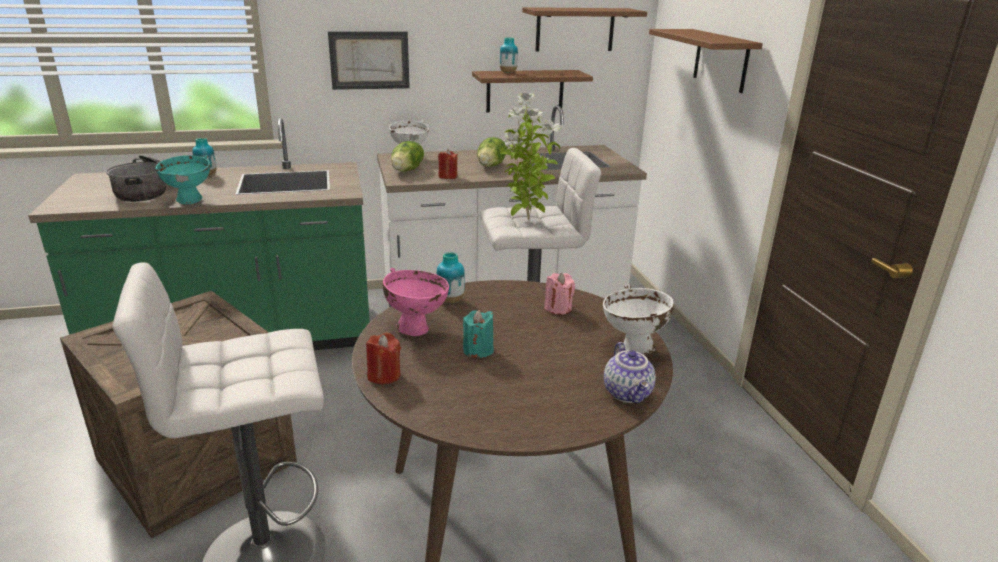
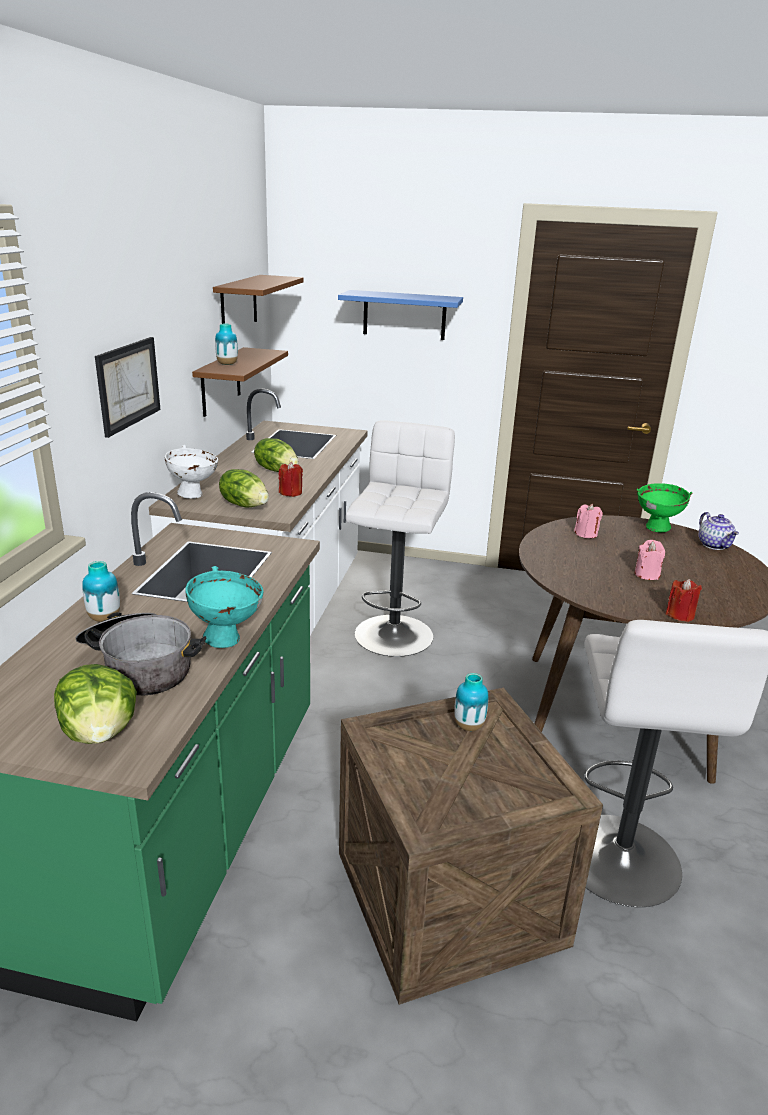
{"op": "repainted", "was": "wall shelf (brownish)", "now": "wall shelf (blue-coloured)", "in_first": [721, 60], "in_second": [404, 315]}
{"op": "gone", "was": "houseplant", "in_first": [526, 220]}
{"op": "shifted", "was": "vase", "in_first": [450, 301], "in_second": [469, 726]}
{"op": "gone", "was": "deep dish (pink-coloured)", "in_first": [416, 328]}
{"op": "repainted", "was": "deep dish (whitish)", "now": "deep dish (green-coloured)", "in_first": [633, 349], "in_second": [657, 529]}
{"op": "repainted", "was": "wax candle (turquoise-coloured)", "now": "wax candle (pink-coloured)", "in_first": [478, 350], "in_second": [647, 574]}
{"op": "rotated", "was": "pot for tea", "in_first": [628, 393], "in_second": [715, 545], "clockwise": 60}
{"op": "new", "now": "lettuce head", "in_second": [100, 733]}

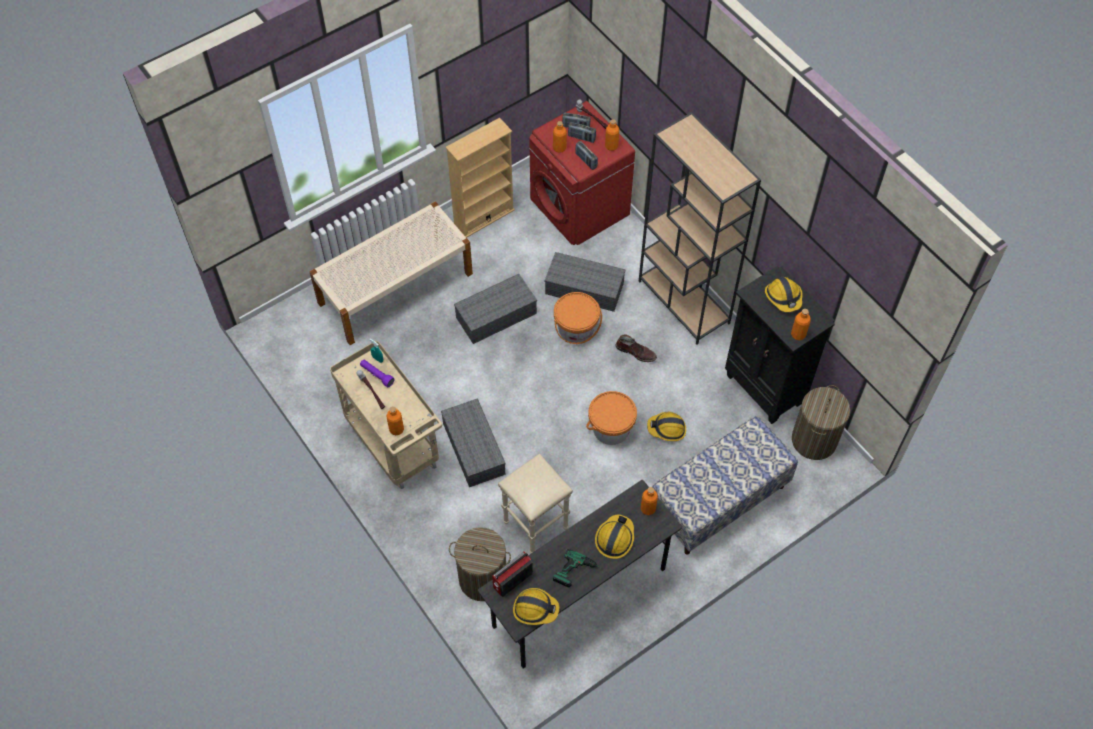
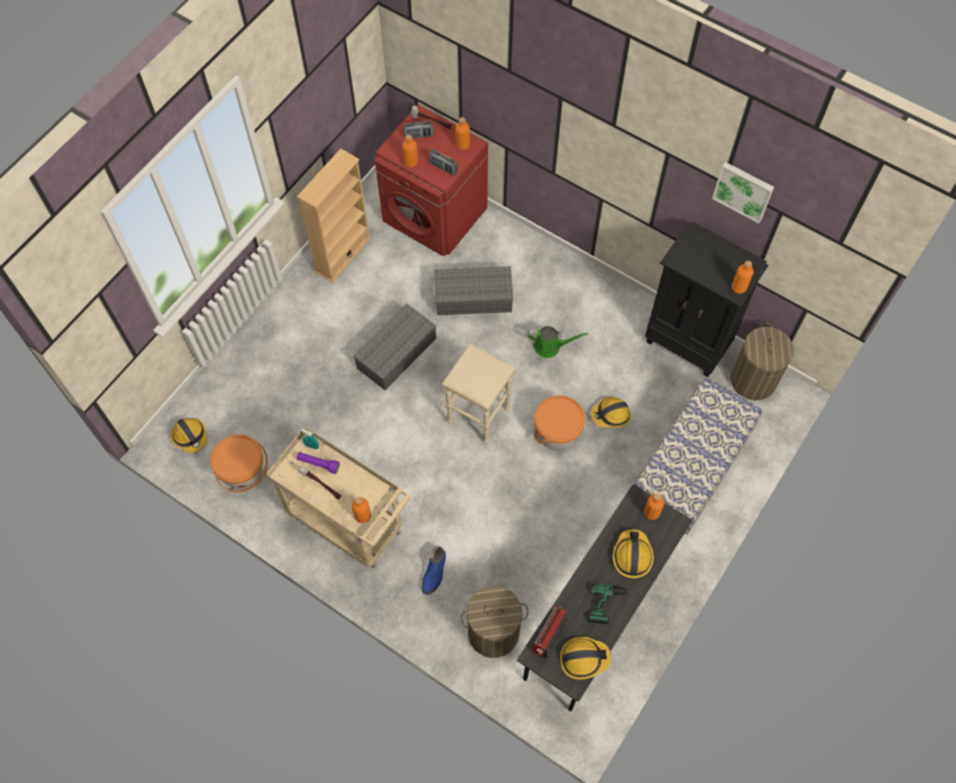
{"op": "gone", "was": "shelving unit", "in_first": [684, 302]}
{"op": "gone", "was": "radio", "in_first": [581, 137]}
{"op": "gone", "was": "indoor bench (sand-coloured)", "in_first": [395, 288]}
{"op": "shifted", "was": "hard hat", "in_first": [783, 297], "in_second": [190, 436]}
{"op": "shifted", "was": "bucket (orangey)", "in_first": [576, 329], "in_second": [243, 472]}
{"op": "swapped", "was": "high-top boot (brownish)", "now": "watering pot (green-coloured)", "in_first": [636, 352], "in_second": [550, 346]}
{"op": "gone", "was": "storage container (grey)", "in_first": [472, 448]}
{"op": "shifted", "was": "stool seat (sand-coloured)", "in_first": [536, 523], "in_second": [478, 413]}
{"op": "new", "now": "picture", "in_second": [743, 190]}
{"op": "new", "now": "high-top boot (blue-coloured)", "in_second": [434, 572]}

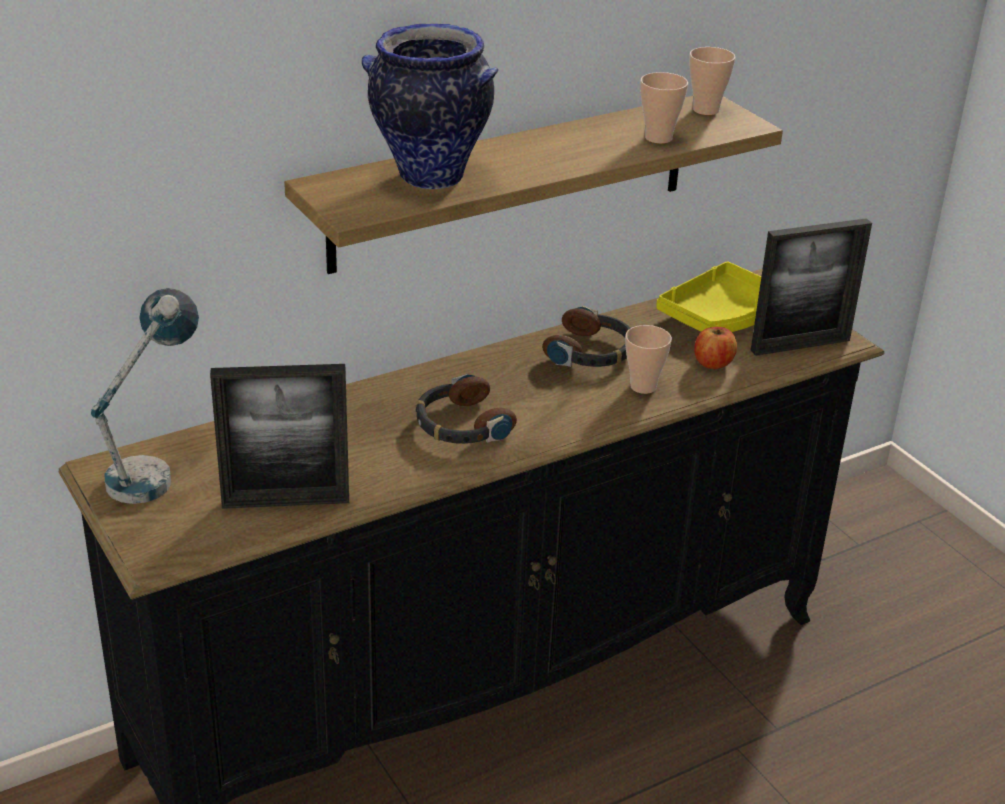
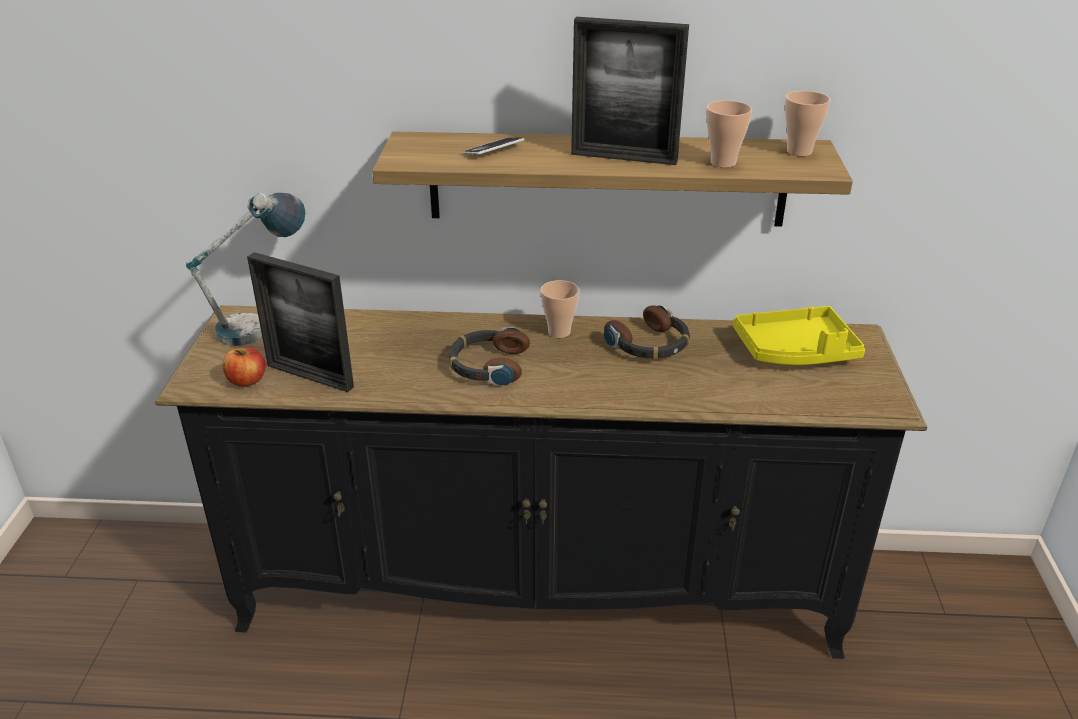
{"op": "swapped", "was": "vase", "now": "telephone", "in_first": [429, 177], "in_second": [493, 150]}
{"op": "shifted", "was": "photo frame", "in_first": [800, 345], "in_second": [624, 157]}
{"op": "shifted", "was": "small cup", "in_first": [643, 386], "in_second": [559, 332]}
{"op": "shifted", "was": "apple", "in_first": [713, 363], "in_second": [247, 380]}

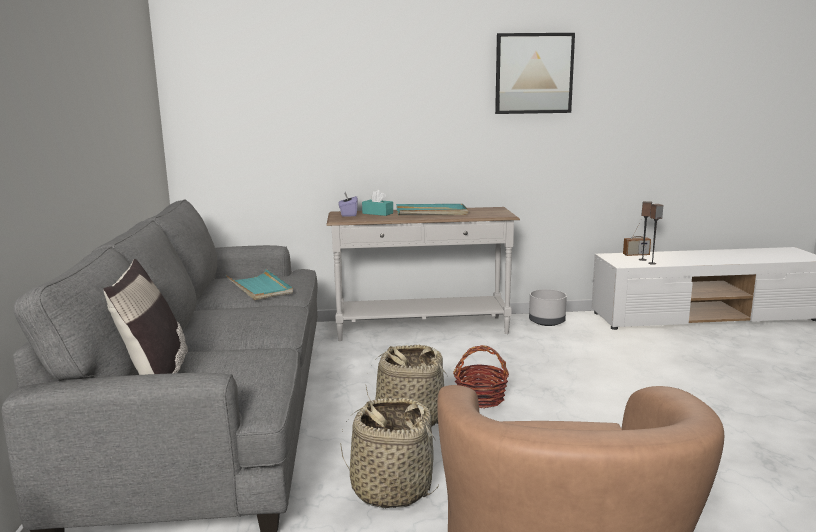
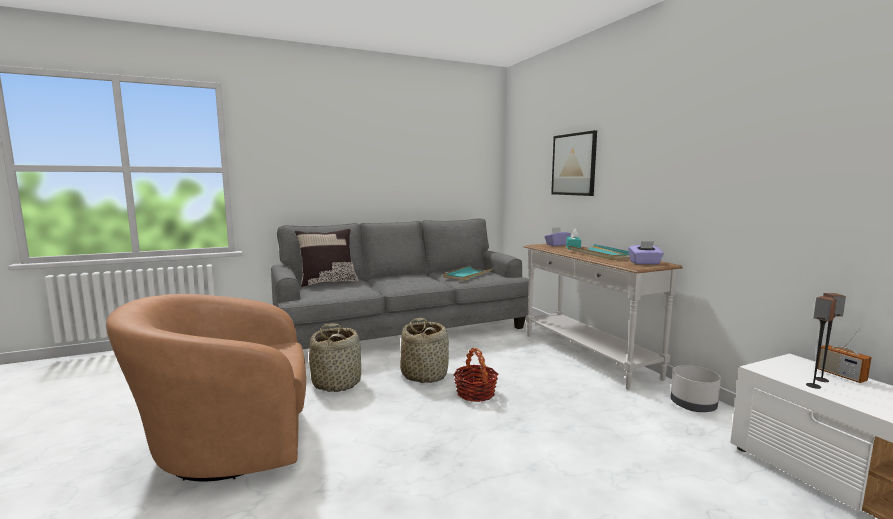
{"op": "shifted", "was": "picture", "in_first": [534, 73], "in_second": [573, 164]}
{"op": "new", "now": "box of tissues (purple-coloured)", "in_second": [644, 263]}

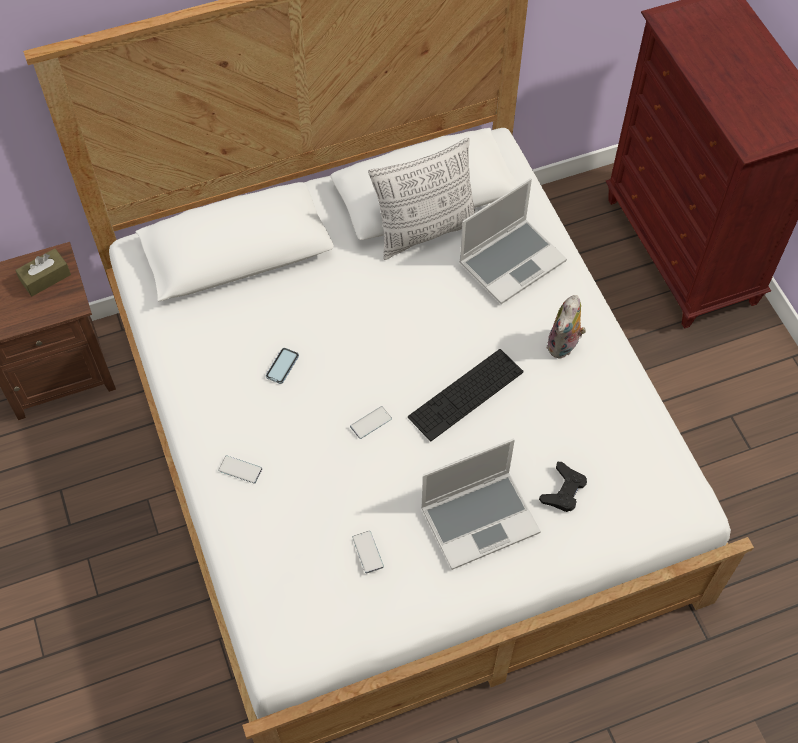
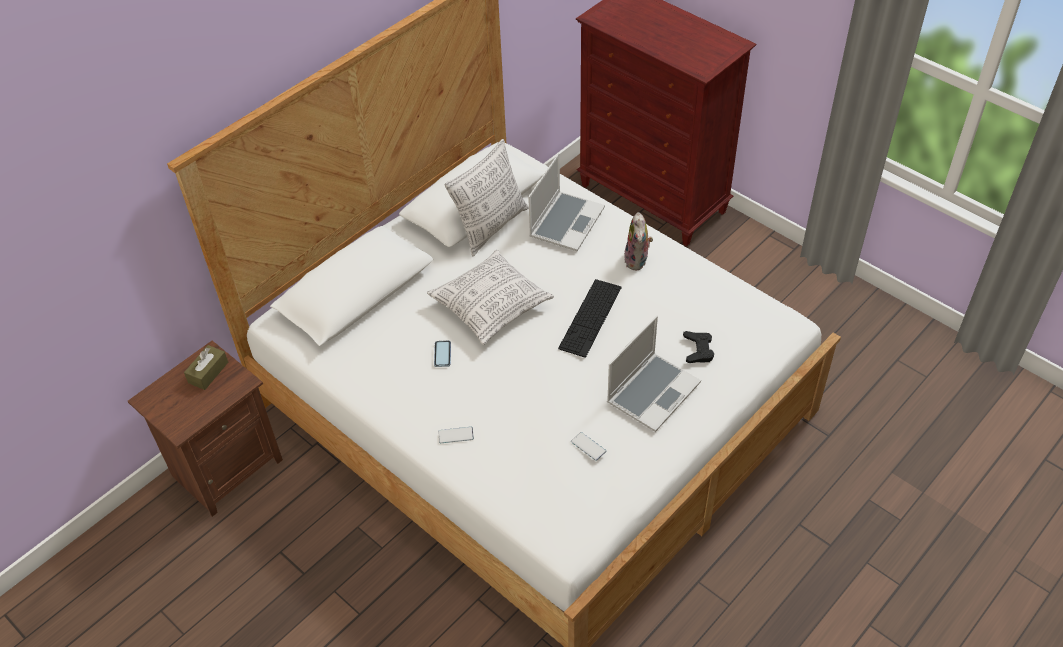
{"op": "gone", "was": "telephone", "in_first": [370, 422]}
{"op": "new", "now": "cushion", "in_second": [491, 306]}

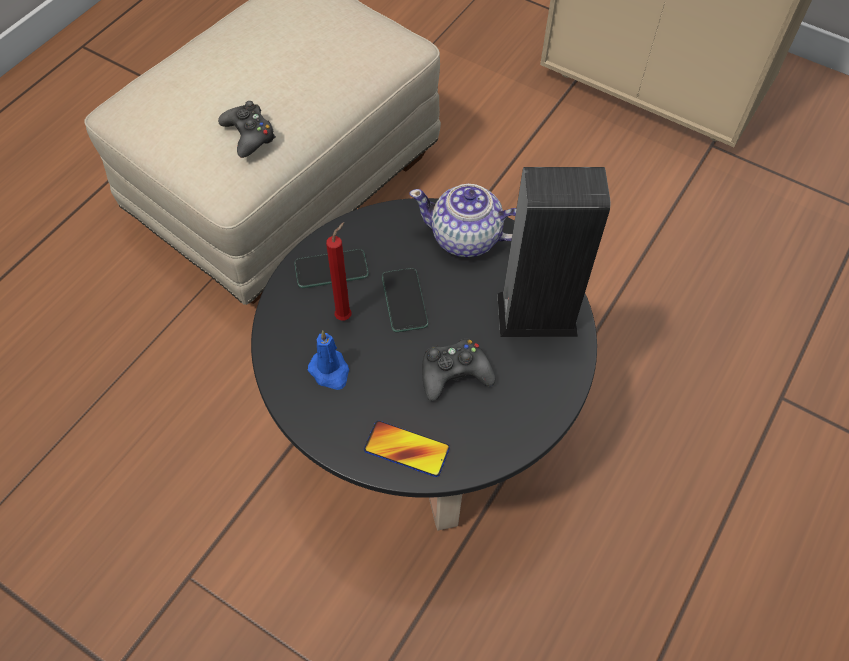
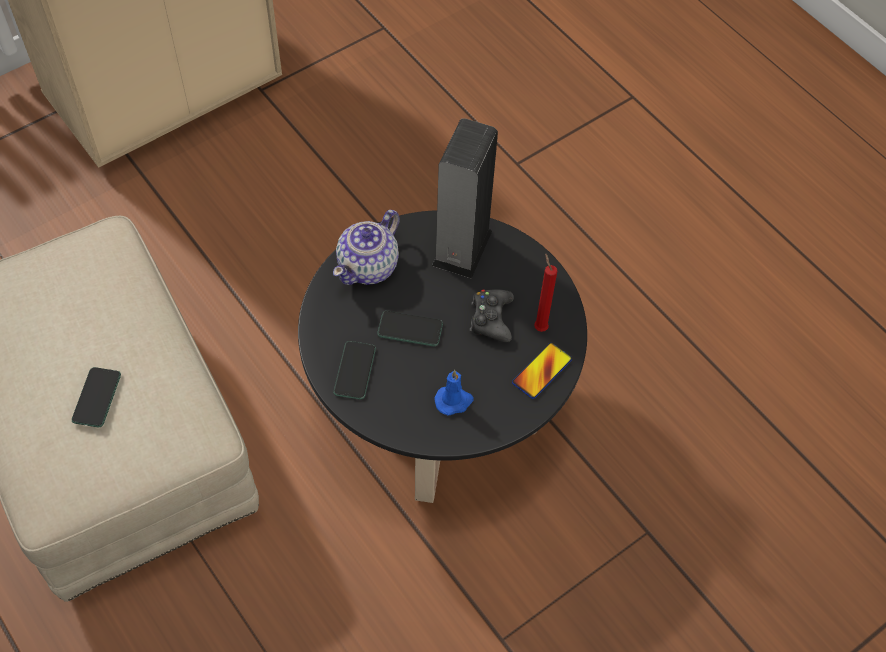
{"op": "gone", "was": "joypad (black-coloured)", "in_first": [249, 135]}
{"op": "shifted", "was": "wax candle (red)", "in_first": [345, 315], "in_second": [539, 326]}
{"op": "new", "now": "telephone", "in_second": [97, 398]}

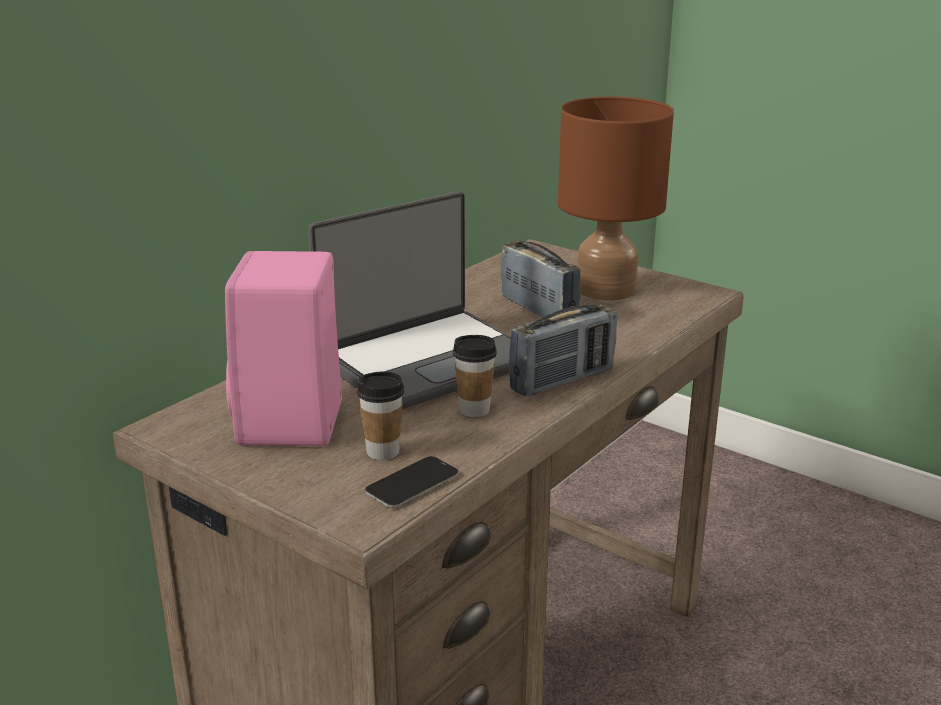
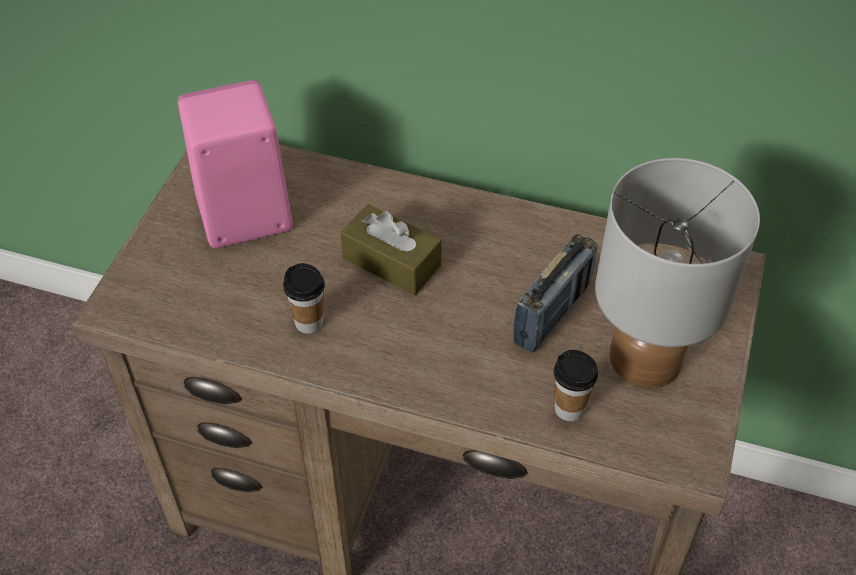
{"op": "repainted", "was": "table lamp (brownish)", "now": "table lamp (grey)", "in_first": [606, 289], "in_second": [646, 360]}
{"op": "swapped", "was": "laptop", "now": "box of tissues (brownish)", "in_first": [427, 361], "in_second": [391, 262]}
{"op": "gone", "was": "radio", "in_first": [562, 380]}
{"op": "shifted", "was": "small cup", "in_first": [383, 451], "in_second": [569, 408]}
{"op": "gone", "was": "telephone", "in_first": [412, 484]}

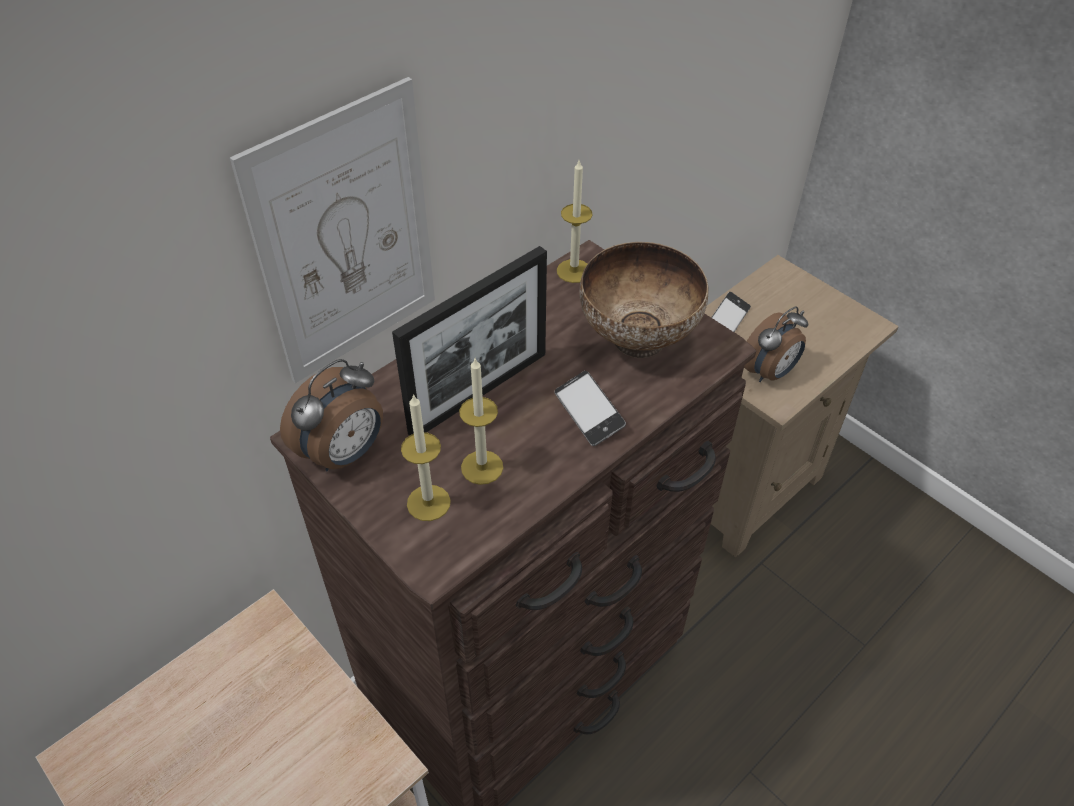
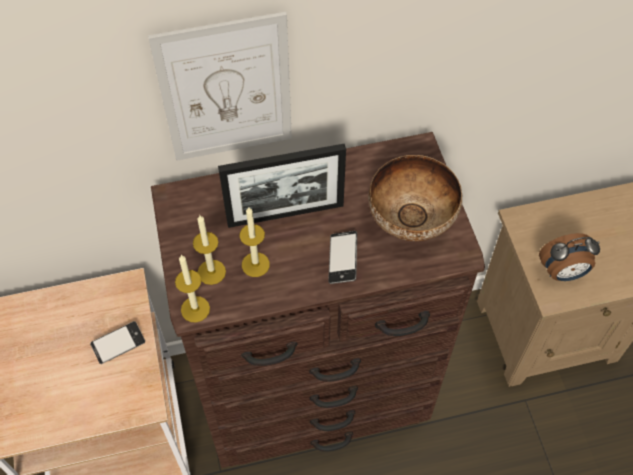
{"op": "shifted", "was": "wax candle", "in_first": [574, 271], "in_second": [195, 309]}
{"op": "shifted", "was": "telephone", "in_first": [728, 318], "in_second": [118, 344]}
{"op": "gone", "was": "alarm clock", "in_first": [344, 453]}

